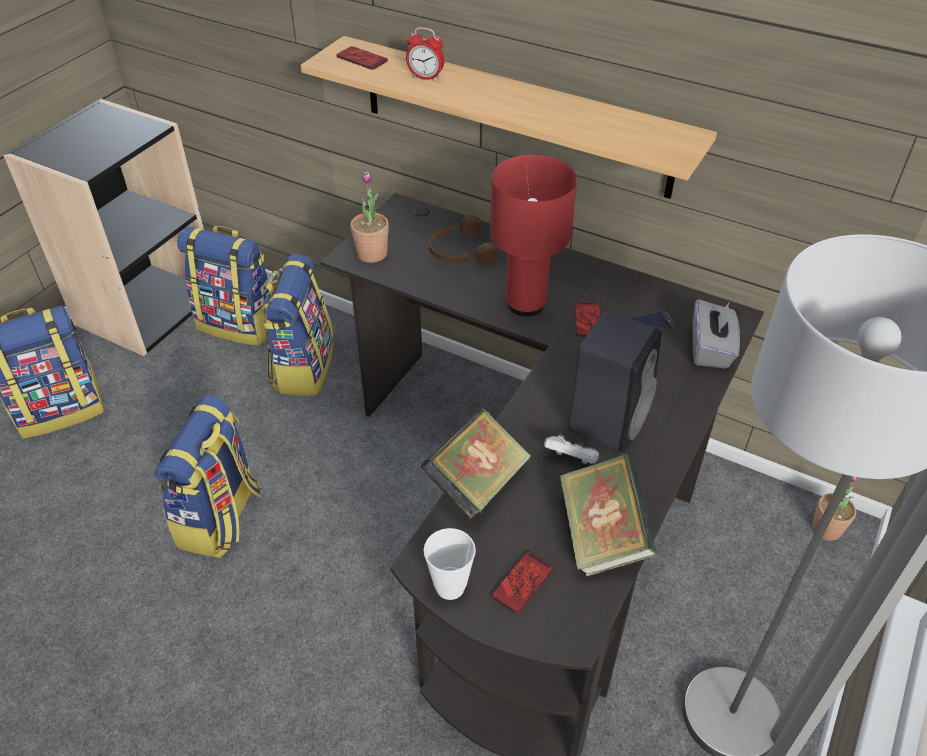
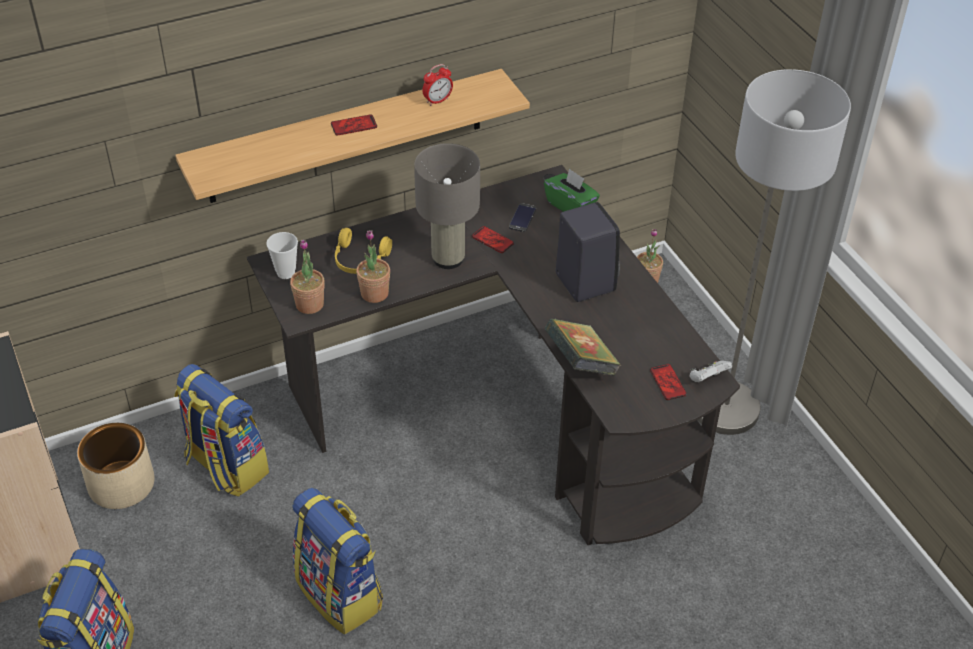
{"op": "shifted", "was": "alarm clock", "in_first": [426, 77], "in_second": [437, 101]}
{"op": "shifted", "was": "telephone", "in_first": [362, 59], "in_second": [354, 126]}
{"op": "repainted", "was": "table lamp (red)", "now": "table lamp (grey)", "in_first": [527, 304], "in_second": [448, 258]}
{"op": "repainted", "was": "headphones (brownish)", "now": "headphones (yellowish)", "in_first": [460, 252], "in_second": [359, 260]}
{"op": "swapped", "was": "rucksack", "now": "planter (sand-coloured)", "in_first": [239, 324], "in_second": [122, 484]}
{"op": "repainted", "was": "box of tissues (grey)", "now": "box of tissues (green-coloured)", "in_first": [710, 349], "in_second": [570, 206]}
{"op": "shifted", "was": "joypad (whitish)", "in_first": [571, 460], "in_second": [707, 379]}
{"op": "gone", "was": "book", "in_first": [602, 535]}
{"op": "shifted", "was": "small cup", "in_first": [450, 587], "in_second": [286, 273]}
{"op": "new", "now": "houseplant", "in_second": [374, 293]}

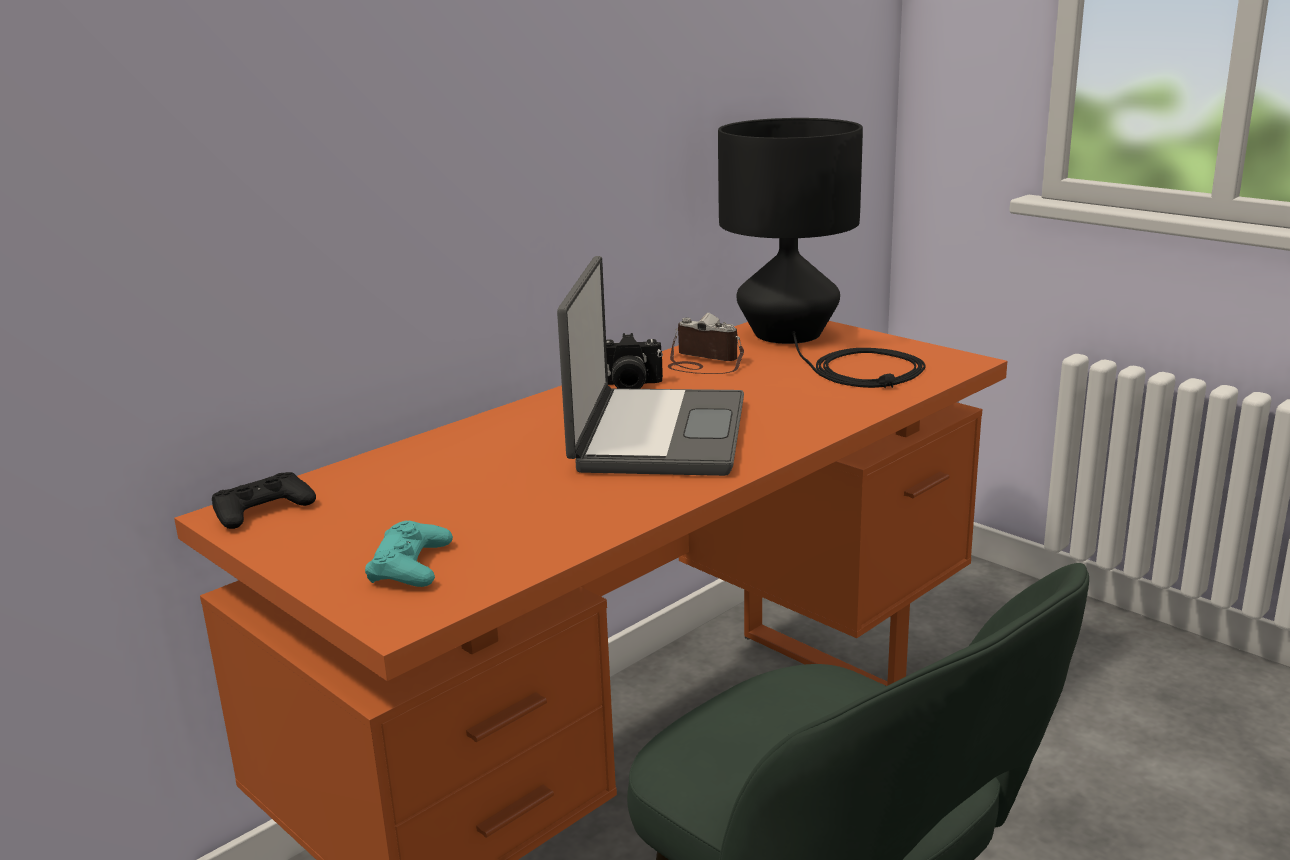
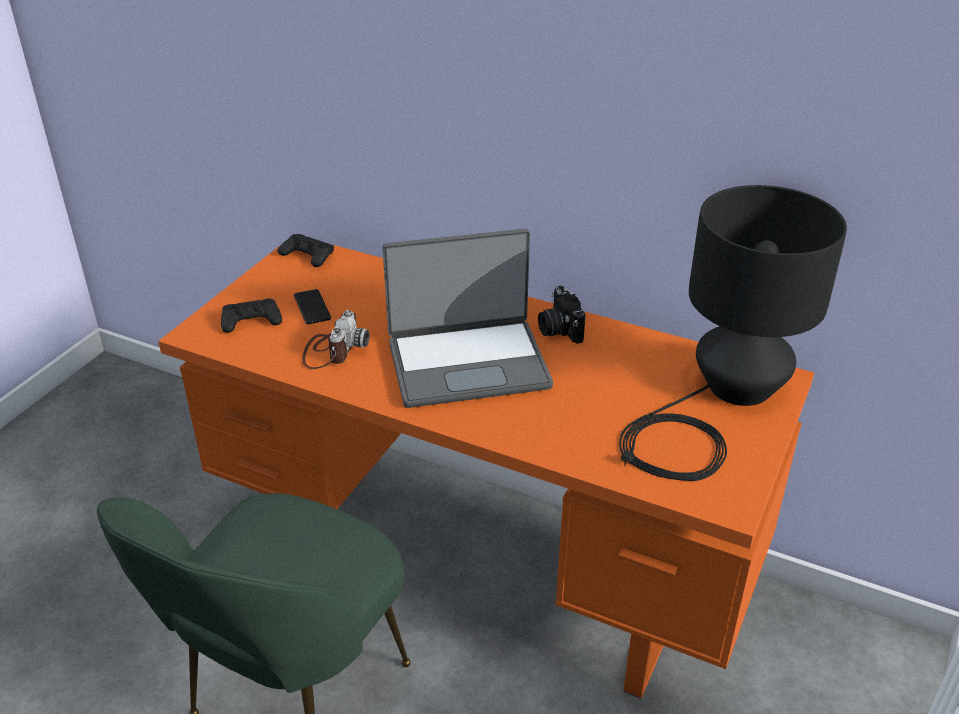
{"op": "shifted", "was": "still camera", "in_first": [703, 363], "in_second": [332, 350]}
{"op": "repainted", "was": "joypad (turquoise-coloured)", "now": "joypad (black-coloured)", "in_first": [411, 565], "in_second": [251, 321]}
{"op": "new", "now": "telephone", "in_second": [312, 307]}

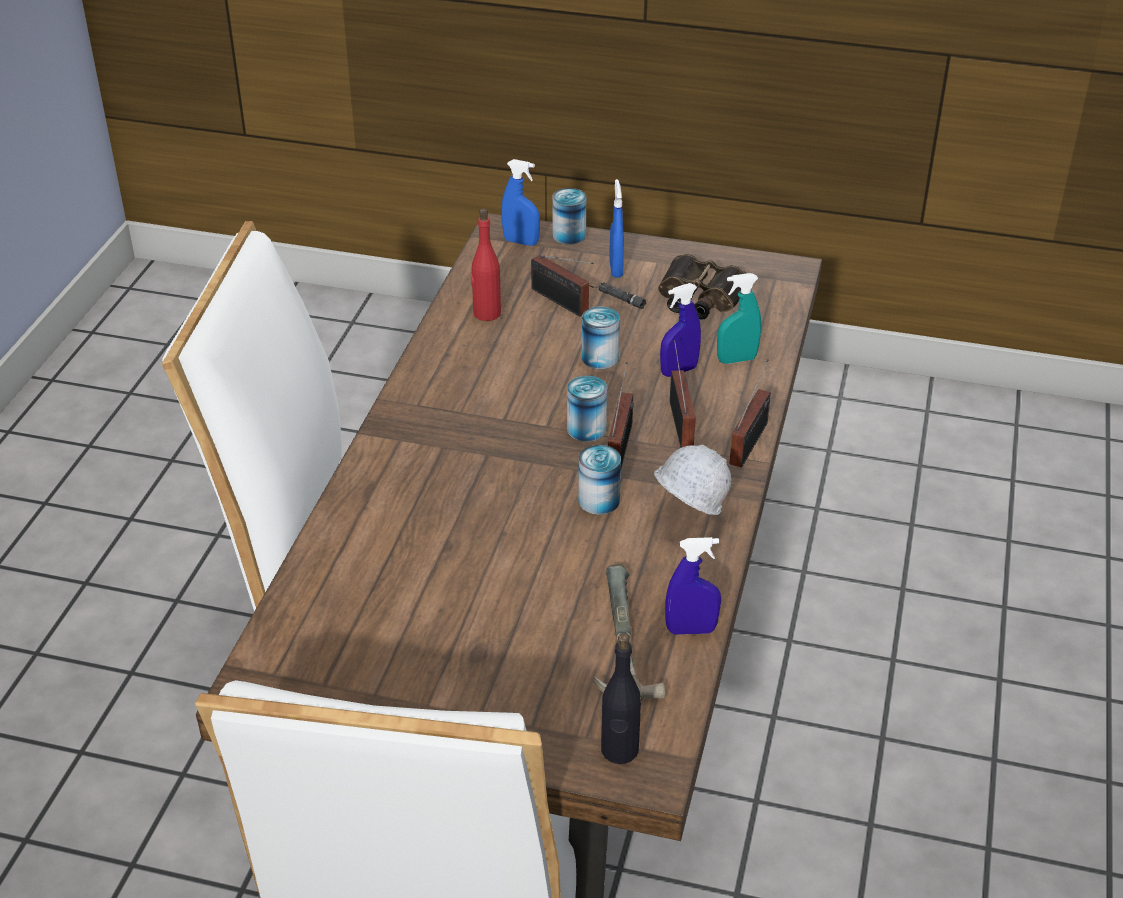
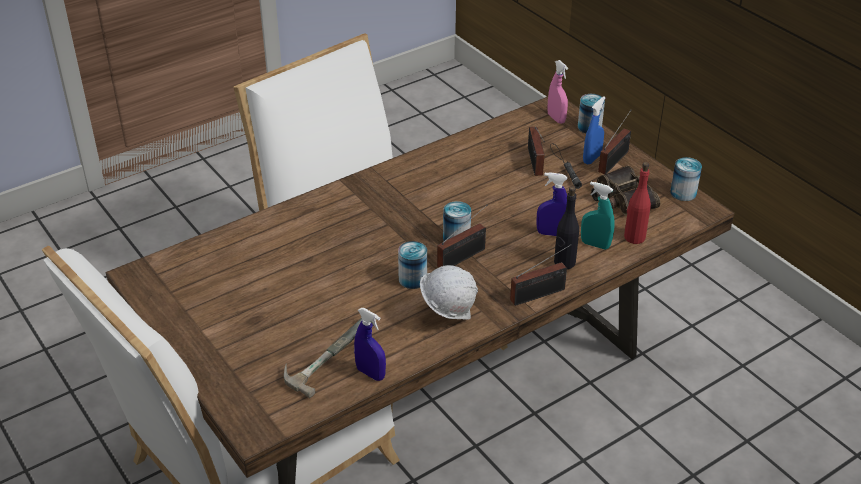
{"op": "repainted", "was": "spray bottle (blue-coloured)", "now": "spray bottle (pink-coloured)", "in_first": [521, 242], "in_second": [556, 118]}
{"op": "shifted", "was": "beverage bottle (red)", "in_first": [486, 313], "in_second": [634, 237]}
{"op": "shifted", "was": "metal can", "in_first": [600, 358], "in_second": [683, 193]}
{"op": "shifted", "was": "radio", "in_first": [681, 422], "in_second": [615, 160]}
{"op": "shifted", "was": "beverage bottle (black-coloured)", "in_first": [619, 750], "in_second": [564, 262]}

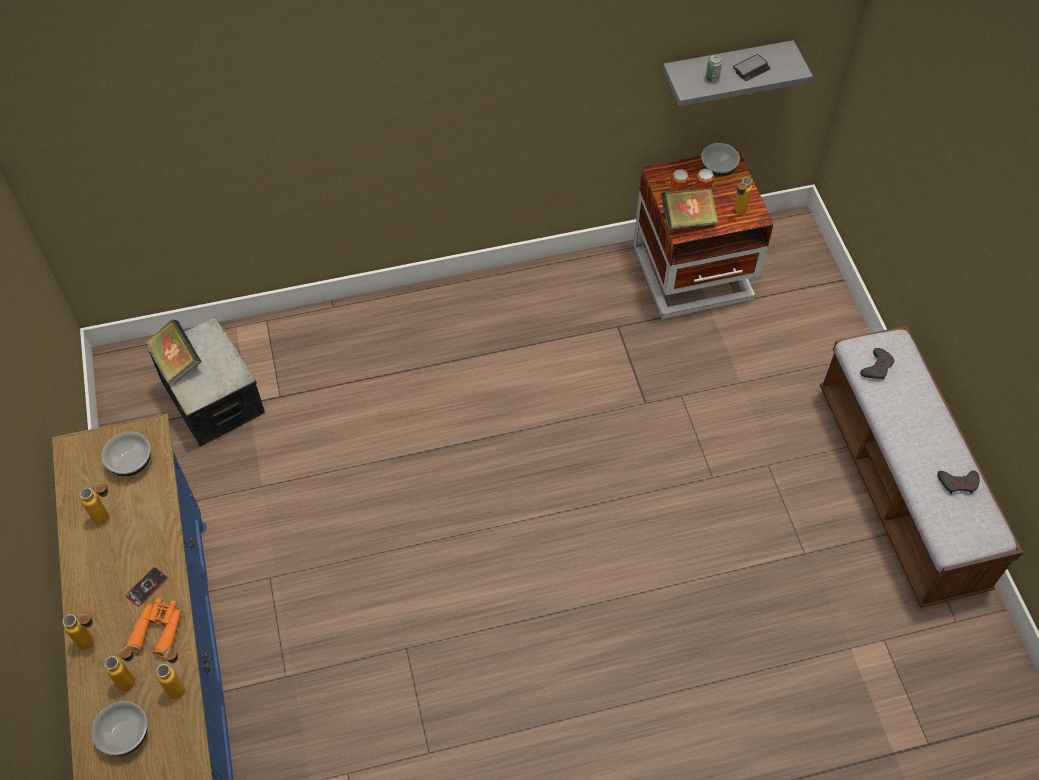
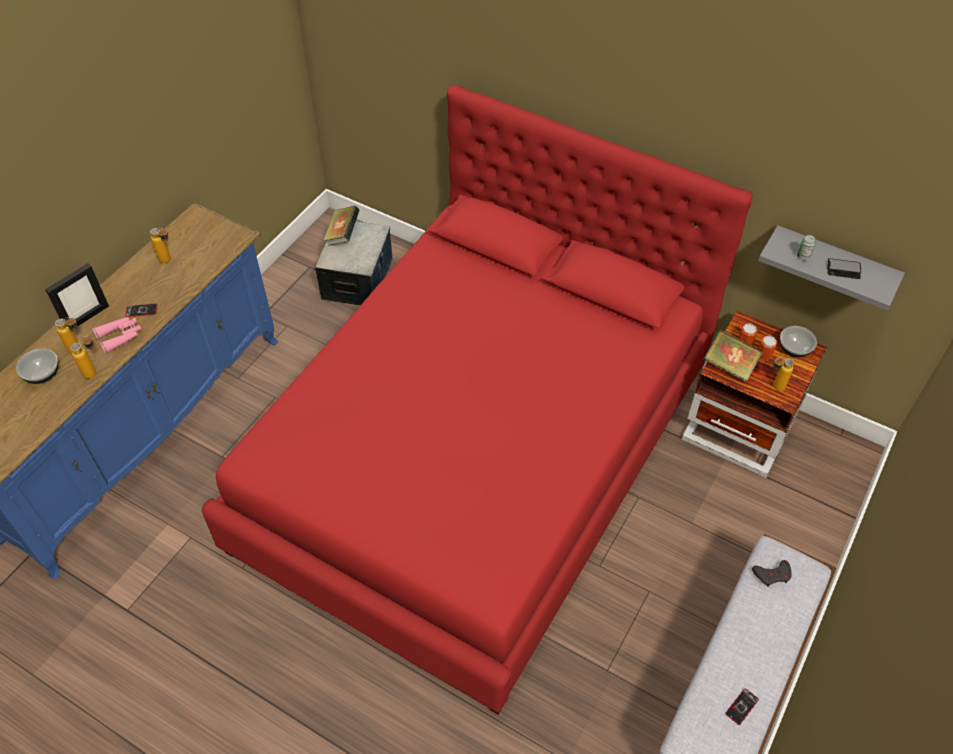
{"op": "gone", "was": "deep dish", "in_first": [130, 462]}
{"op": "swapped", "was": "joypad (grey)", "now": "telephone", "in_first": [958, 483], "in_second": [741, 706]}
{"op": "repainted", "was": "pair of binoculars (orangey)", "now": "pair of binoculars (pink-coloured)", "in_first": [159, 629], "in_second": [120, 336]}
{"op": "swapped", "was": "beverage bottle", "now": "photo frame", "in_first": [93, 642], "in_second": [86, 317]}
{"op": "new", "now": "sleeping bed (red)", "in_second": [477, 457]}

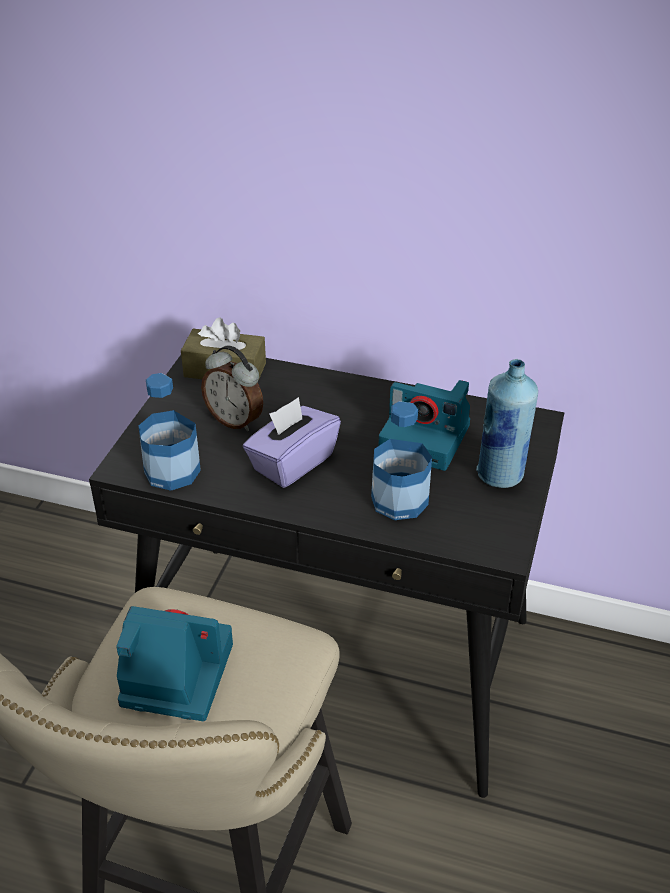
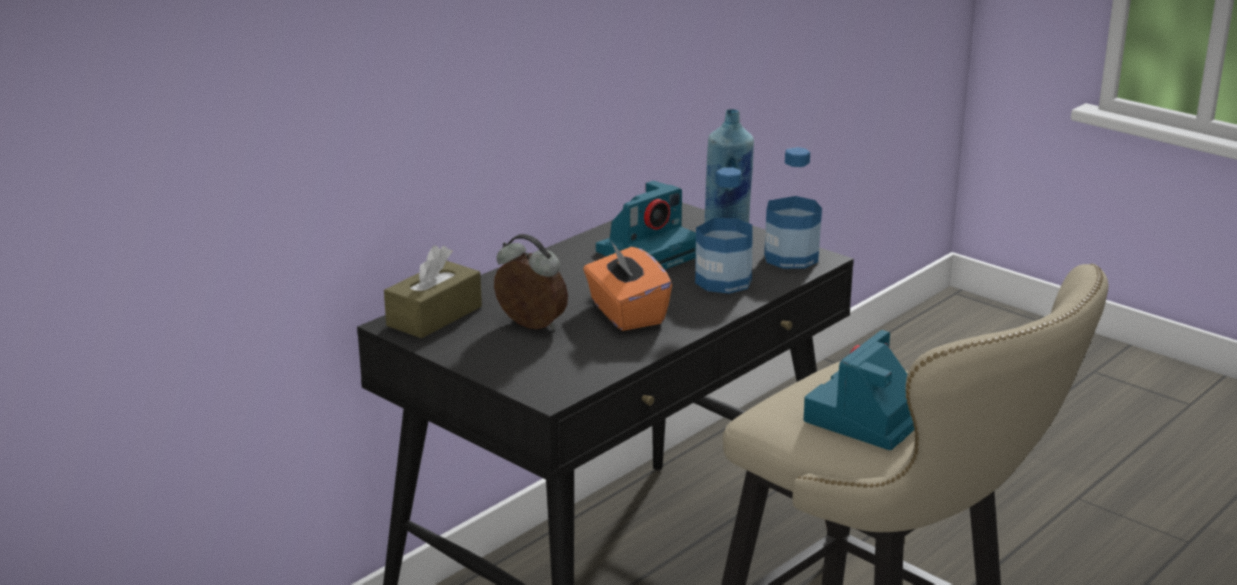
{"op": "rotated", "was": "alarm clock", "in_first": [235, 420], "in_second": [530, 326], "clockwise": -120}
{"op": "shifted", "was": "beverage bottle", "in_first": [172, 471], "in_second": [791, 258]}
{"op": "repainted", "was": "box of tissues (purple-coloured)", "now": "box of tissues (orangey)", "in_first": [292, 462], "in_second": [626, 313]}

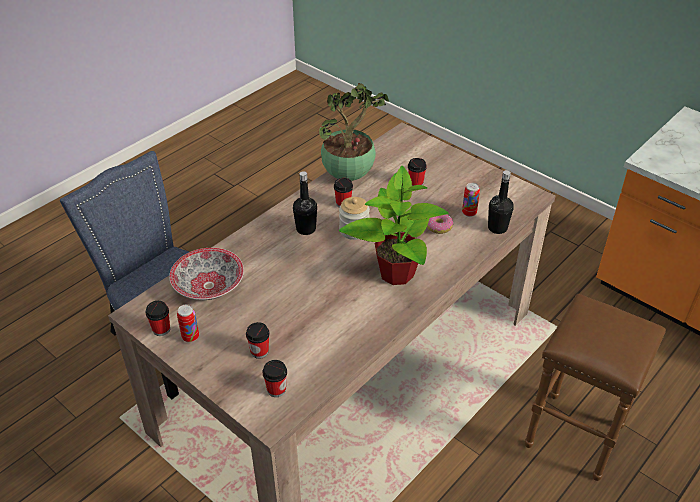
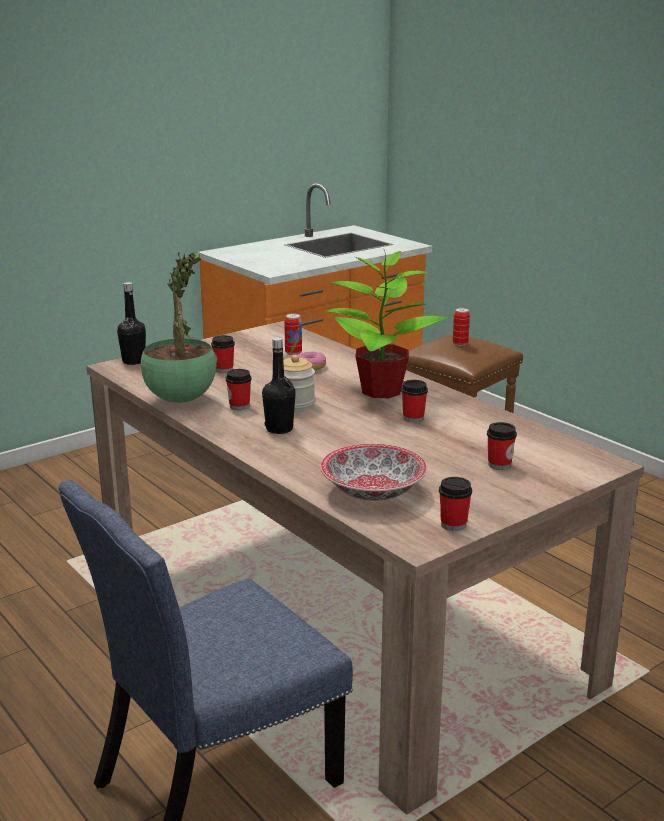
{"op": "shifted", "was": "beverage bottle (black-coloured)", "in_first": [497, 228], "in_second": [133, 361]}
{"op": "shifted", "was": "metal can", "in_first": [190, 337], "in_second": [460, 344]}
{"op": "shifted", "was": "small cup", "in_first": [276, 389], "in_second": [413, 418]}

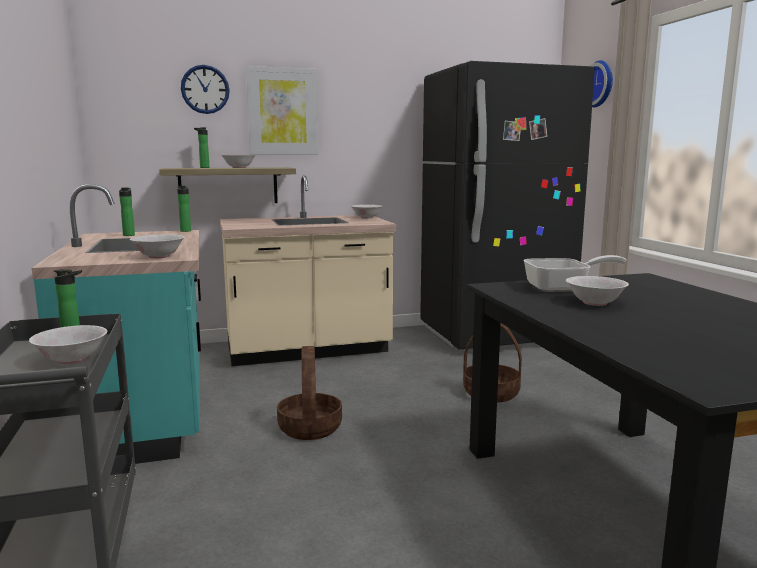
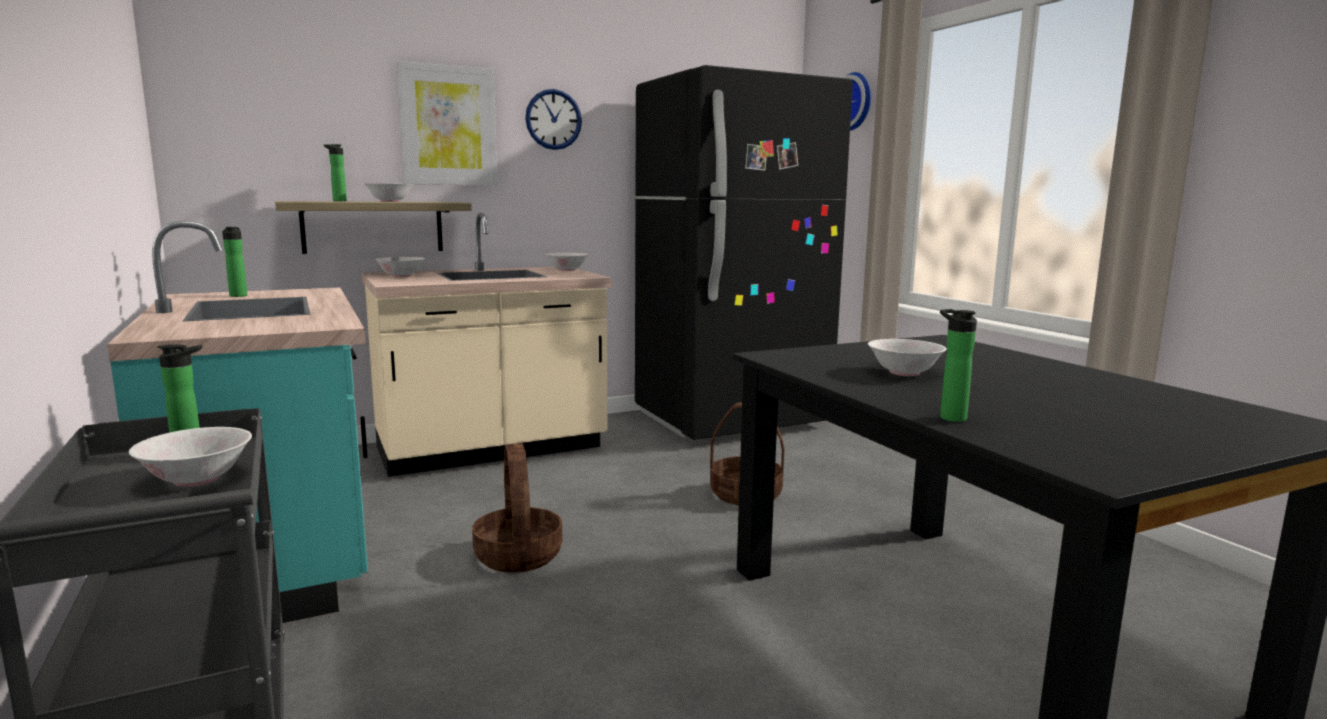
{"op": "shifted", "was": "clock on the wall", "in_first": [205, 89], "in_second": [553, 119]}
{"op": "shifted", "was": "beverage bottle", "in_first": [185, 230], "in_second": [949, 417]}
{"op": "shifted", "was": "deep dish (whitish)", "in_first": [159, 256], "in_second": [401, 276]}
{"op": "gone", "was": "skillet", "in_first": [563, 288]}

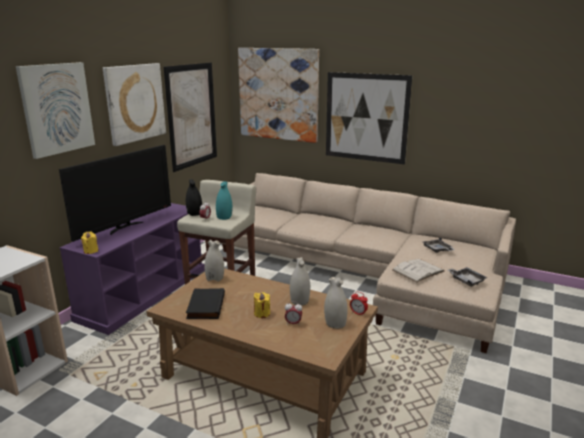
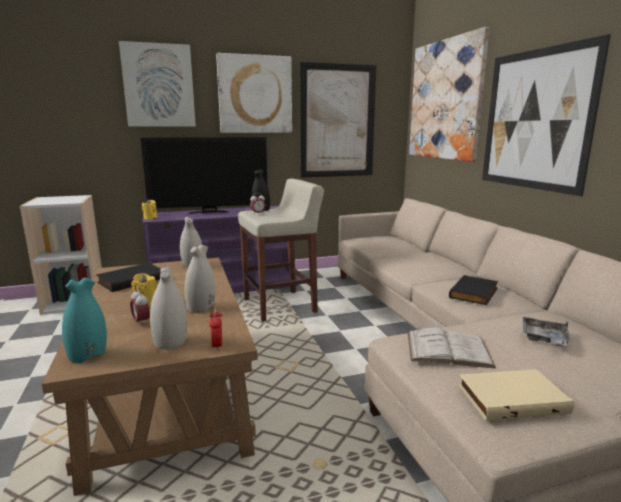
{"op": "shifted", "was": "vase (turquoise-coloured)", "in_first": [224, 217], "in_second": [88, 355]}
{"op": "swapped", "was": "tray (grey)", "now": "book (sand-coloured)", "in_first": [466, 280], "in_second": [511, 398]}
{"op": "new", "now": "book (black-coloured)", "in_second": [475, 293]}

